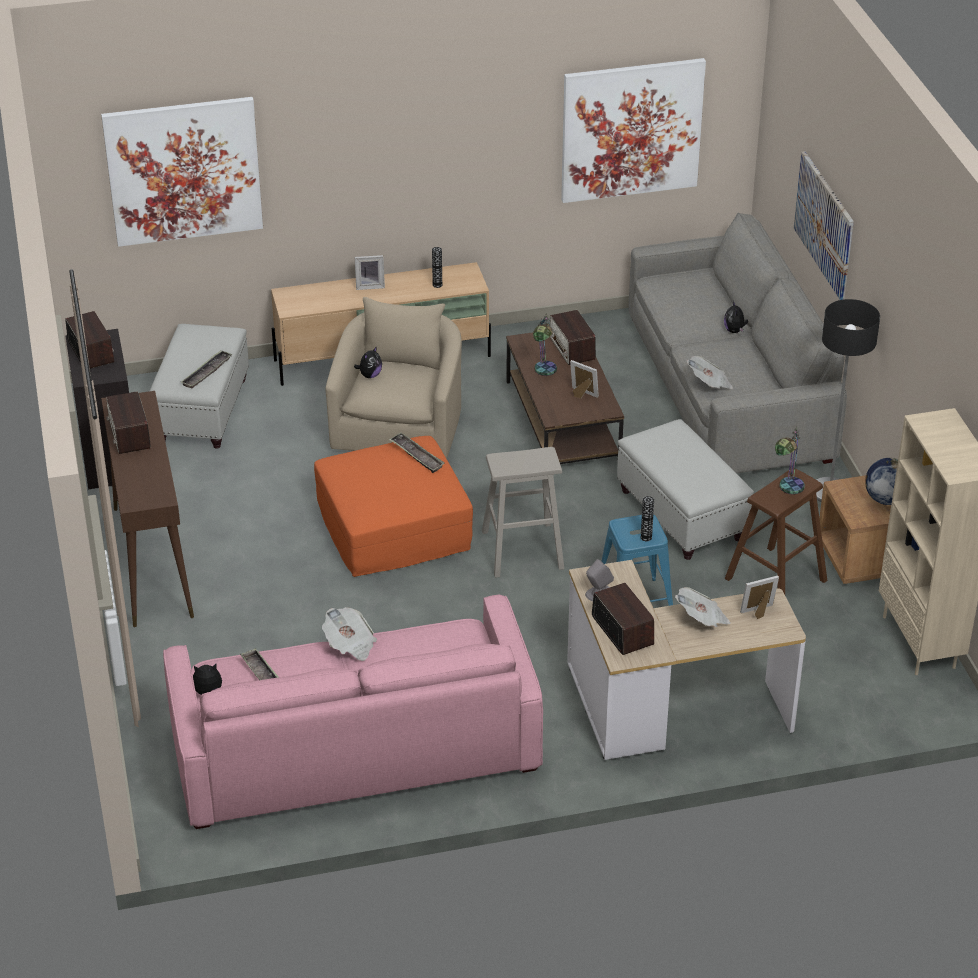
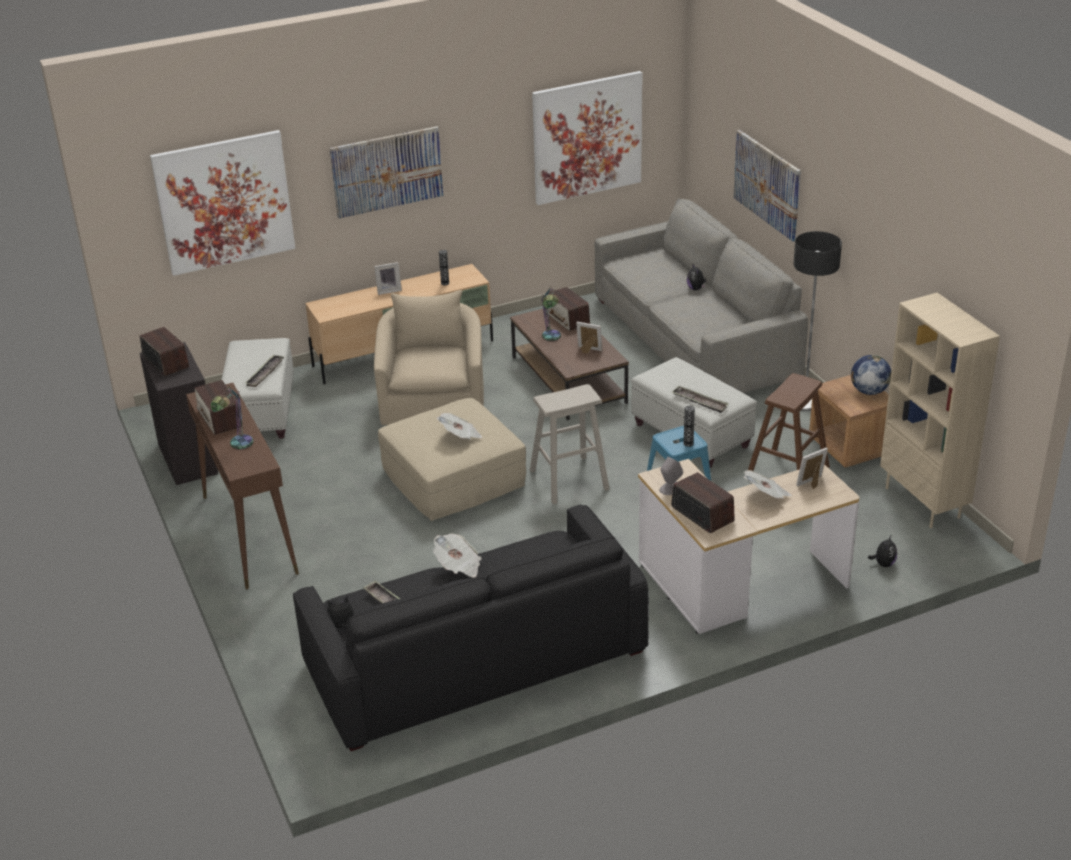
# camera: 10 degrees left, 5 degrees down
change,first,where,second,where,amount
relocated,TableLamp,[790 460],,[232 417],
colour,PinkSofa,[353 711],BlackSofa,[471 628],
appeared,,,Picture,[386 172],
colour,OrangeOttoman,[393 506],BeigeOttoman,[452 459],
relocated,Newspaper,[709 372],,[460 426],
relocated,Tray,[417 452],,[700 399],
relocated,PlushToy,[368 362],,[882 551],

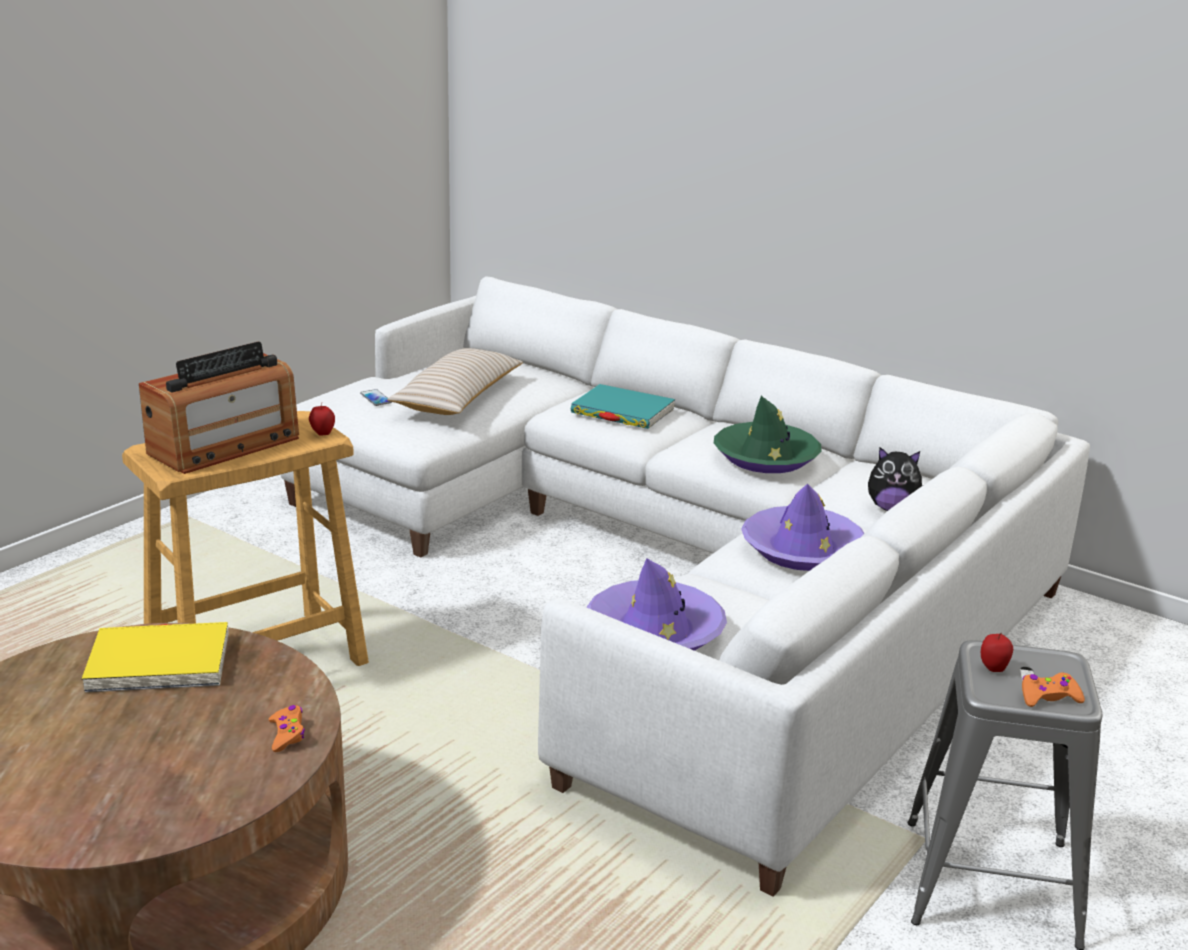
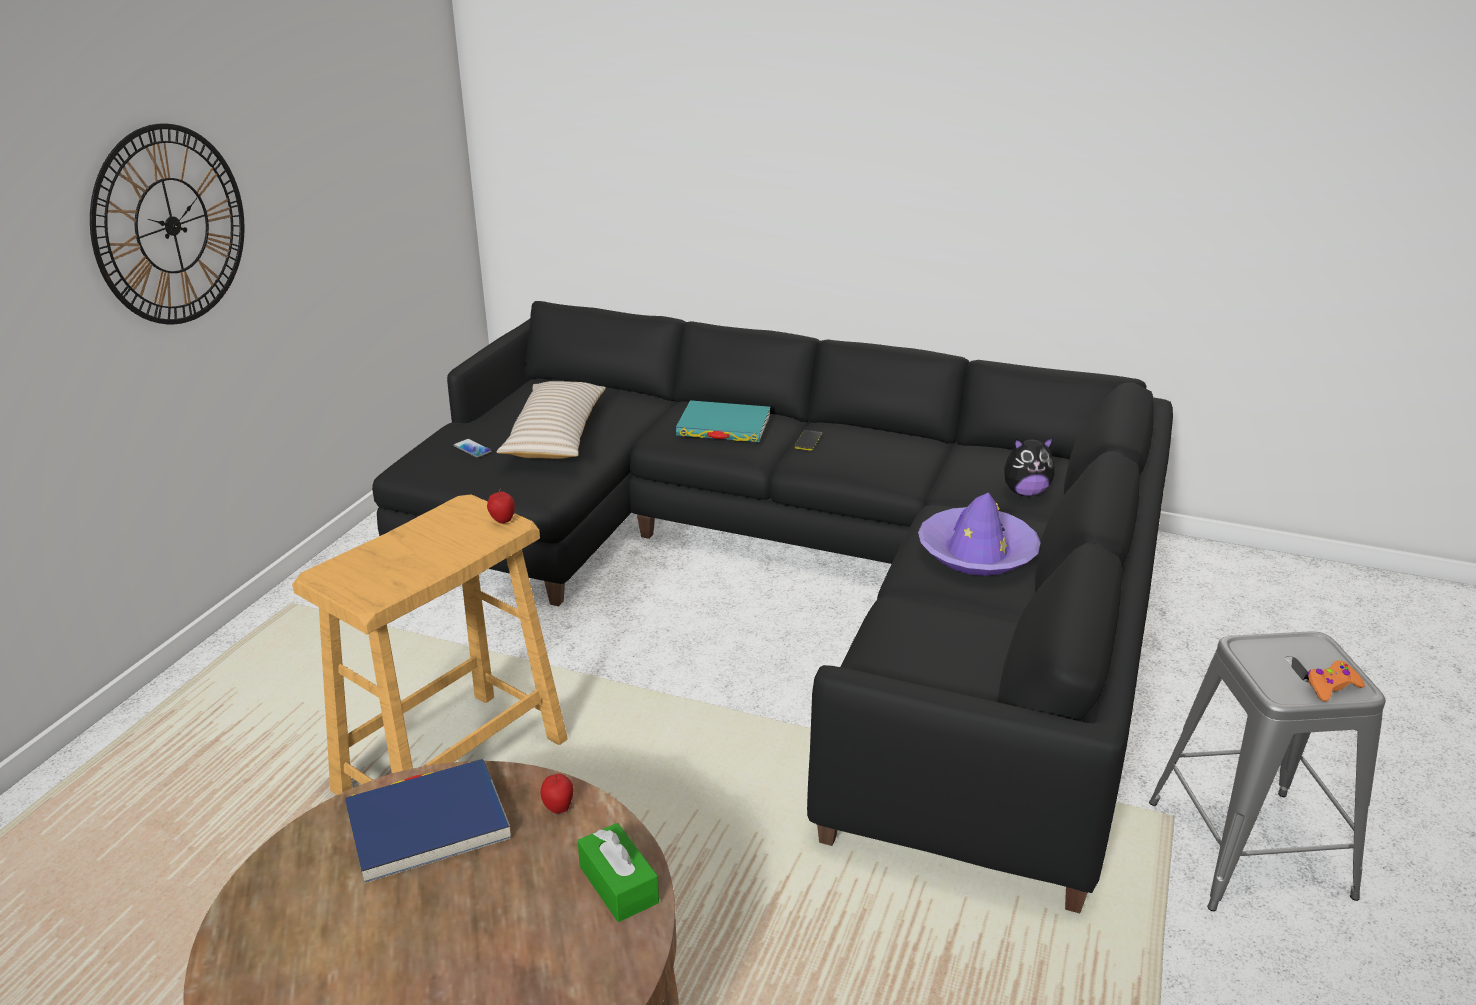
# camera: 15 degrees left, 5 degrees up
change,first,where,second,where,amount
appeared,,,WallClock,[167 223],
colour,YellowBook,[155 657],BlueBook,[428 821],
colour,WhiteSofa,[685 586],BlackSofa,[772 607],
relocated,Apple,[997 652],,[557 794],
exchanged,OrangeGameController,[287 728],GreenTissueBox,[618 872],
appeared,,,Phone,[808 440],
missing,Radio,[219 408],,,
missing,PurpleHat,[657 604],,,
missing,GreenHat,[768 434],,,

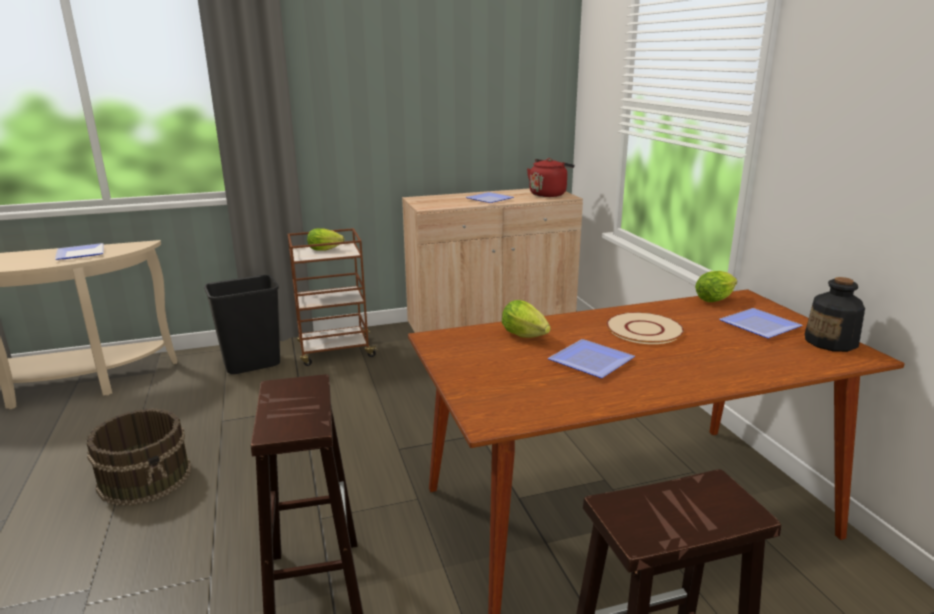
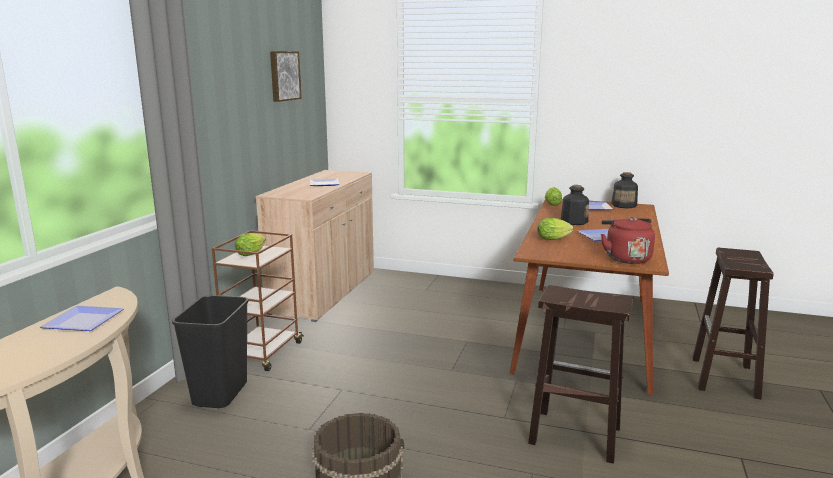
# camera: 55 degrees left, 5 degrees down
change,first,where,second,where,amount
appeared,,,Picture,[286 76],
exchanged,BeigePlate,[645 328],Bottle,[575 205],
relocated,RedKettle,[551 177],,[628 240],

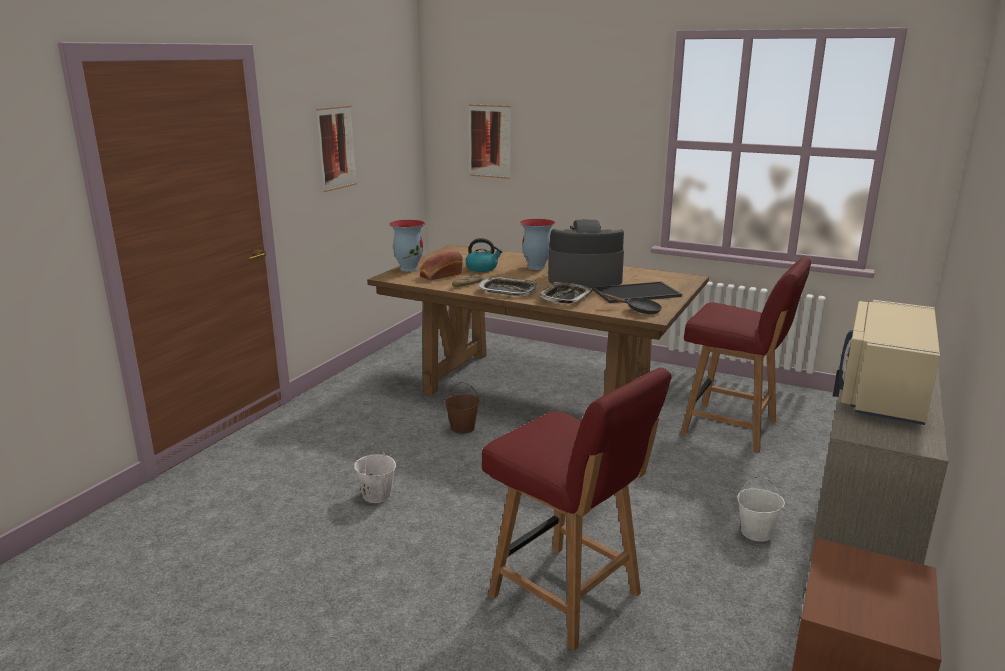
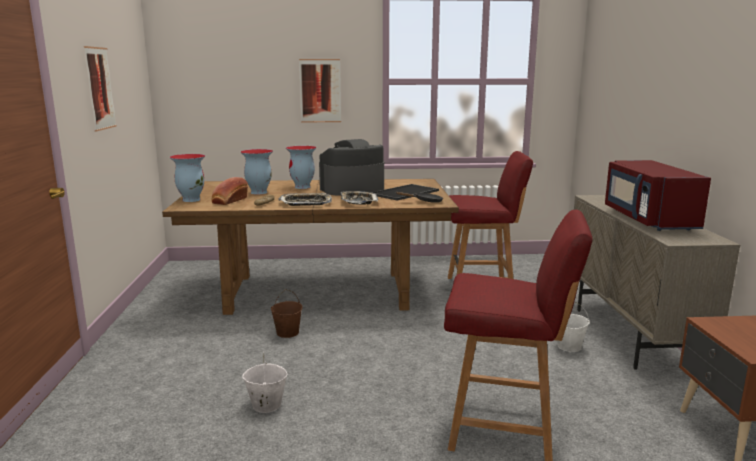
# camera: 30 degrees left, 5 degrees down
change,first,where,second,where,amount
exchanged,Kettle,[484 255],Vase,[257 172],
relocated,Picture,[490 141],,[320 90],
colour,BeigeMicrowave,[889 362],RedMicrowave,[658 195],

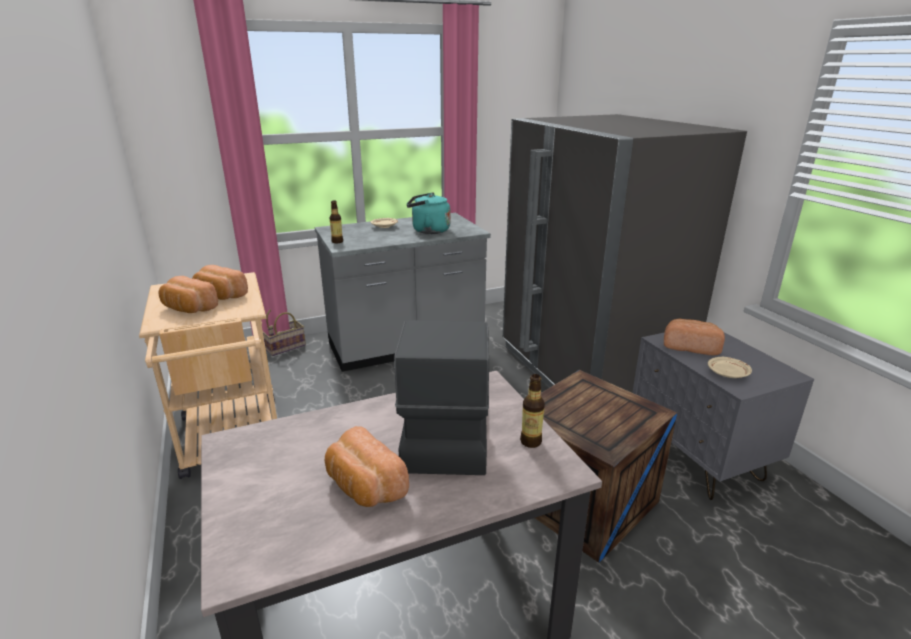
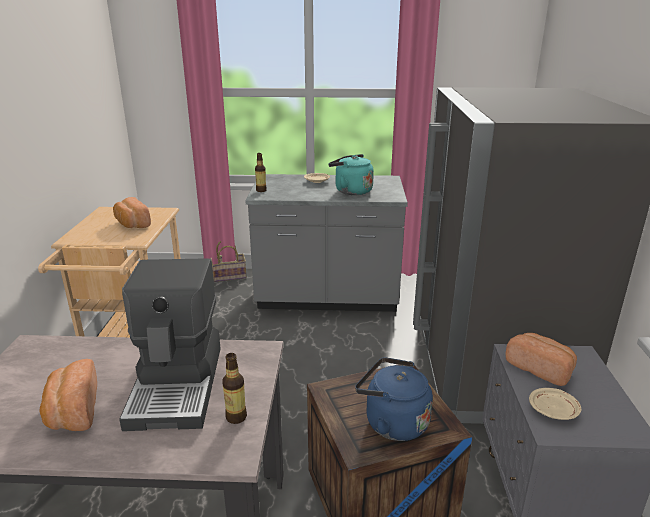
# camera: 25 degrees right, 0 degrees up
change,first,where,second,where,amount
spun,CoffeeMachine,[441 397],,[170 344],150 degrees clockwise
appeared,,,BlueKettle,[394 399],
missing,Bread,[188 294],,,

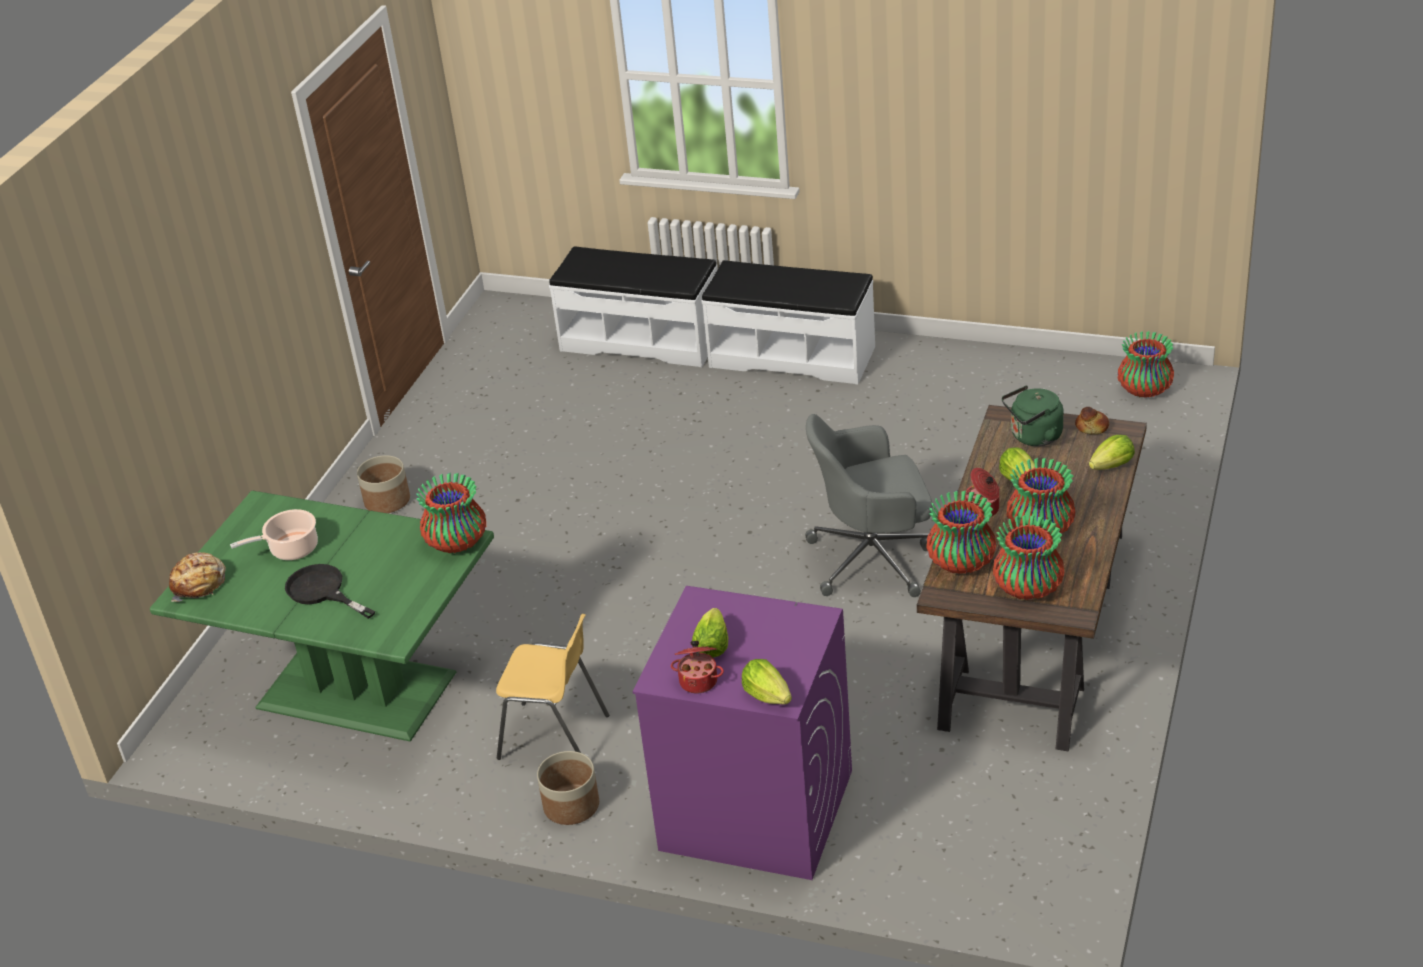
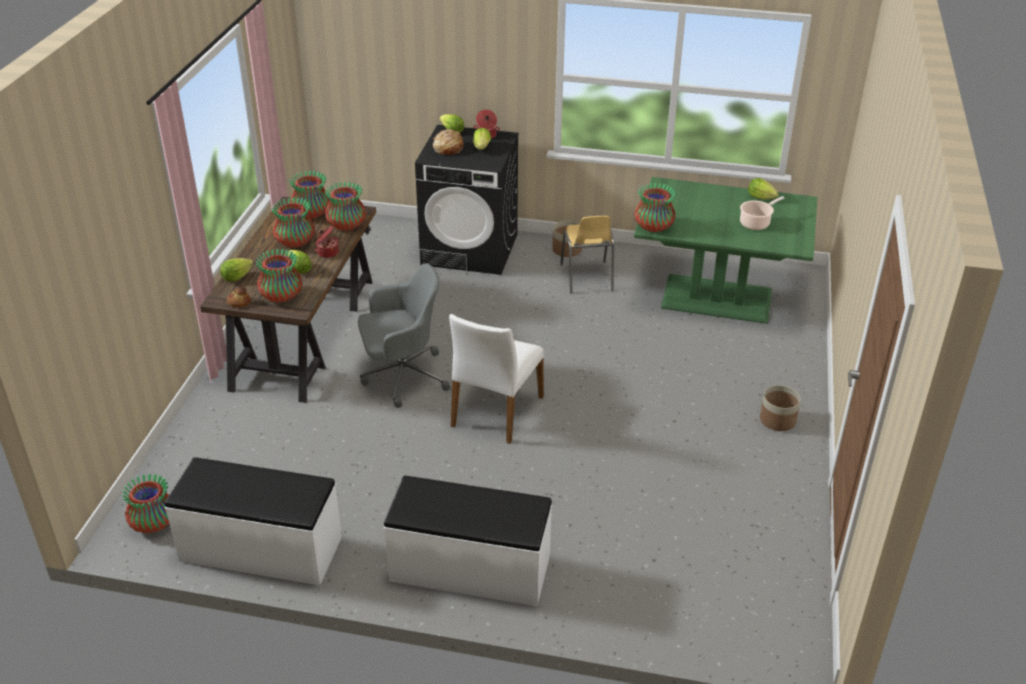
# camera: 170 degrees right, 0 degrees up
change,first,where,second,where,amount
relocated,WhiteBench,[633 306],,[253 521],
exchanged,GreenKettle,[1033 415],Vase,[279 276],
colour,PurpleWashingMachine,[742 733],BlackWashingMachine,[467 200],
relocated,Bread,[197 577],,[448 142],
appeared,,,WhiteChair,[496 379],
spun,YellowChair,[552 687],,[587 254],105 degrees counterclockwise
appeared,,,Lettuce,[763 188],
missing,BlackFryingPan,[330 591],,,

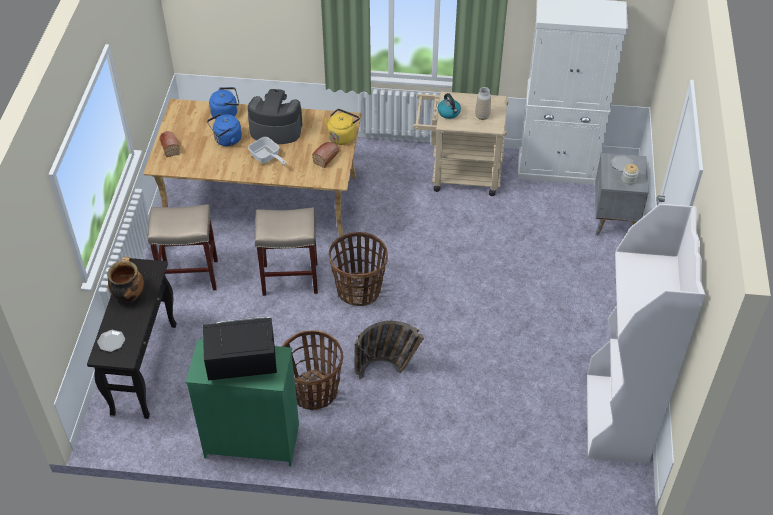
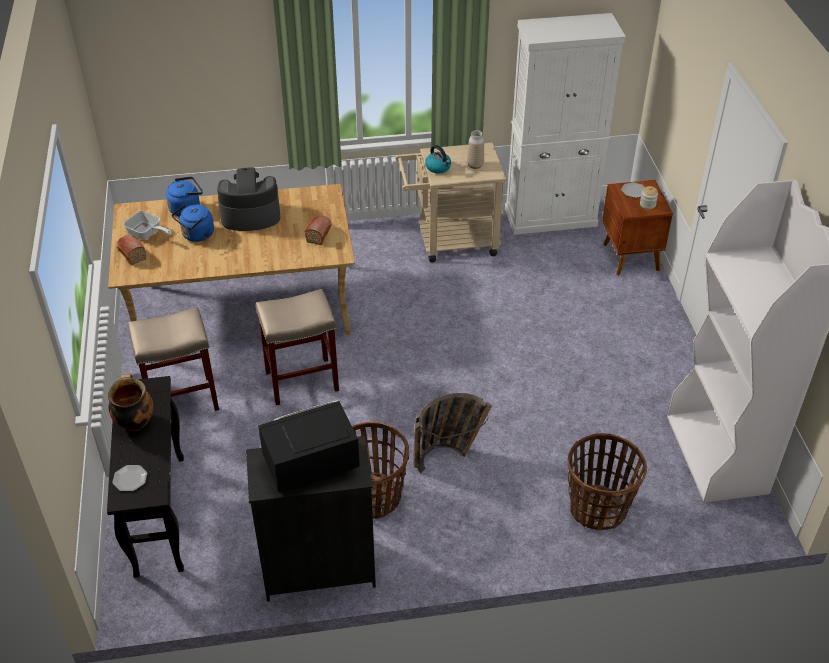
# camera: 15 degrees left, 5 degrees down
change,first,where,second,where,amount
relocated,FryingPan,[267 151],,[147 225],
colour,GreenDresser,[242 402],BlackDresser,[311 519],
relocated,Basket,[358 269],,[607 481],
colour,GreyNightstand,[622 194],BrownNightstand,[637 227],
missing,YellowKettle,[342 127],,,

